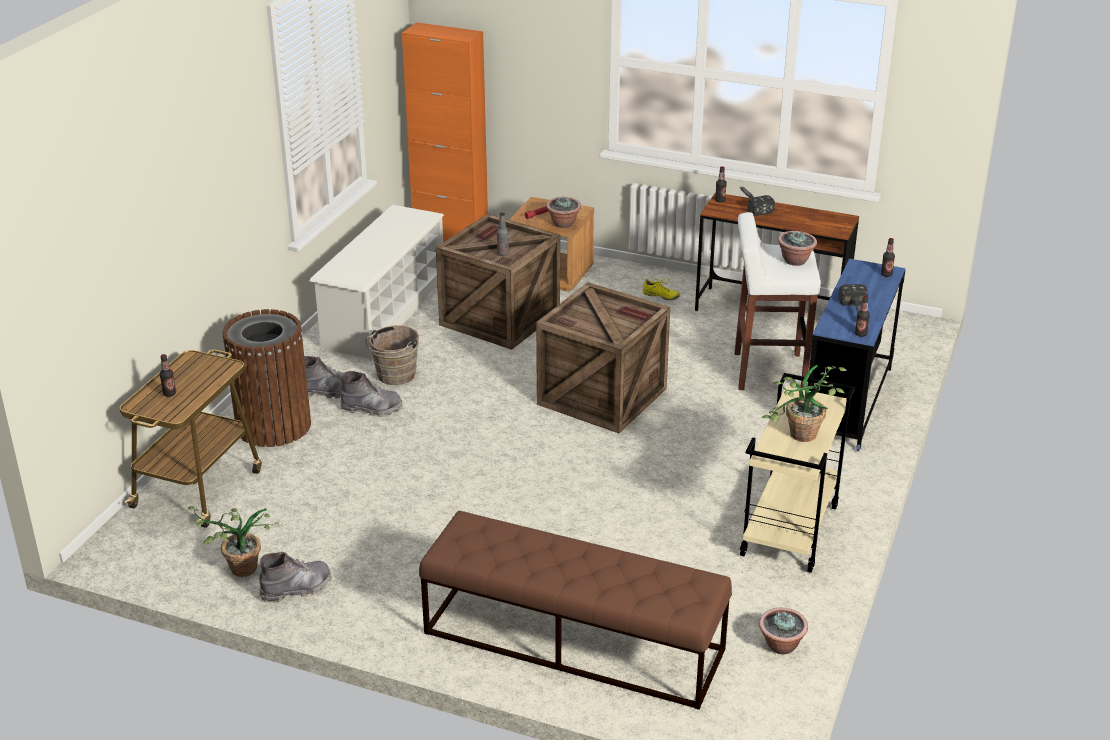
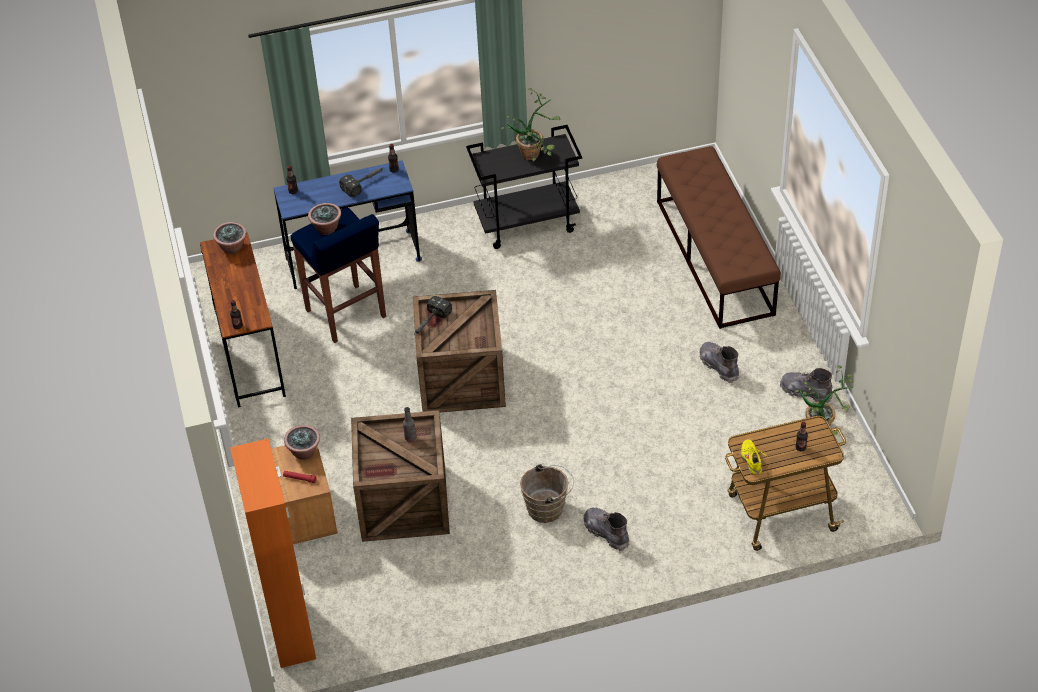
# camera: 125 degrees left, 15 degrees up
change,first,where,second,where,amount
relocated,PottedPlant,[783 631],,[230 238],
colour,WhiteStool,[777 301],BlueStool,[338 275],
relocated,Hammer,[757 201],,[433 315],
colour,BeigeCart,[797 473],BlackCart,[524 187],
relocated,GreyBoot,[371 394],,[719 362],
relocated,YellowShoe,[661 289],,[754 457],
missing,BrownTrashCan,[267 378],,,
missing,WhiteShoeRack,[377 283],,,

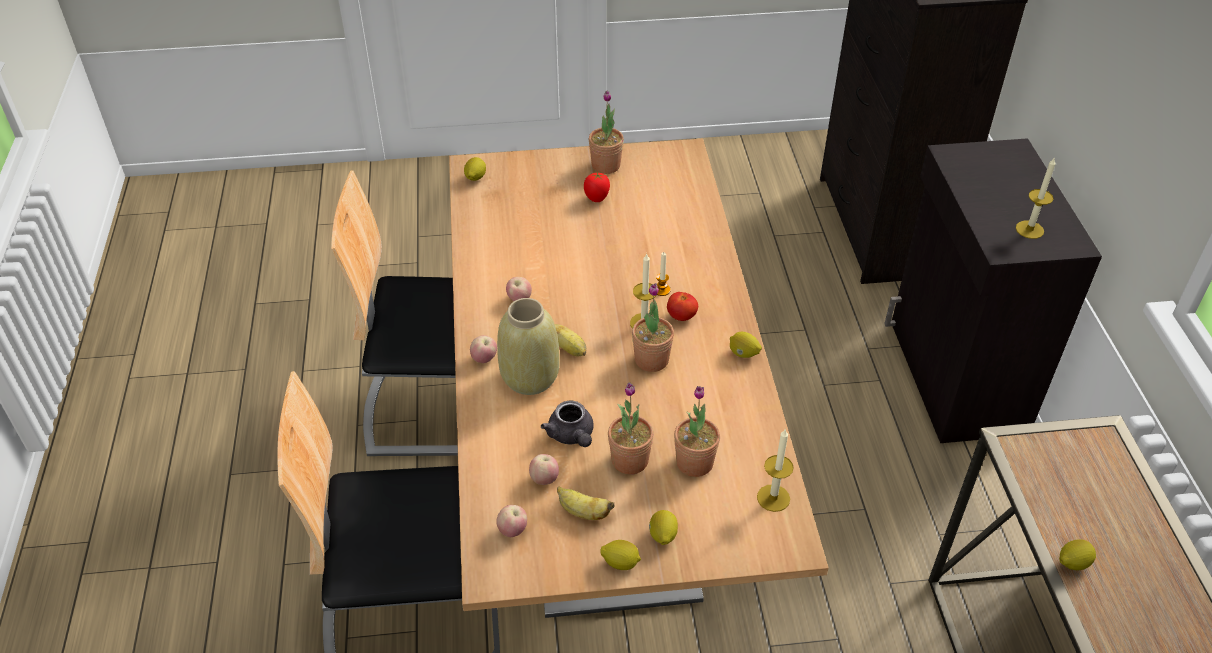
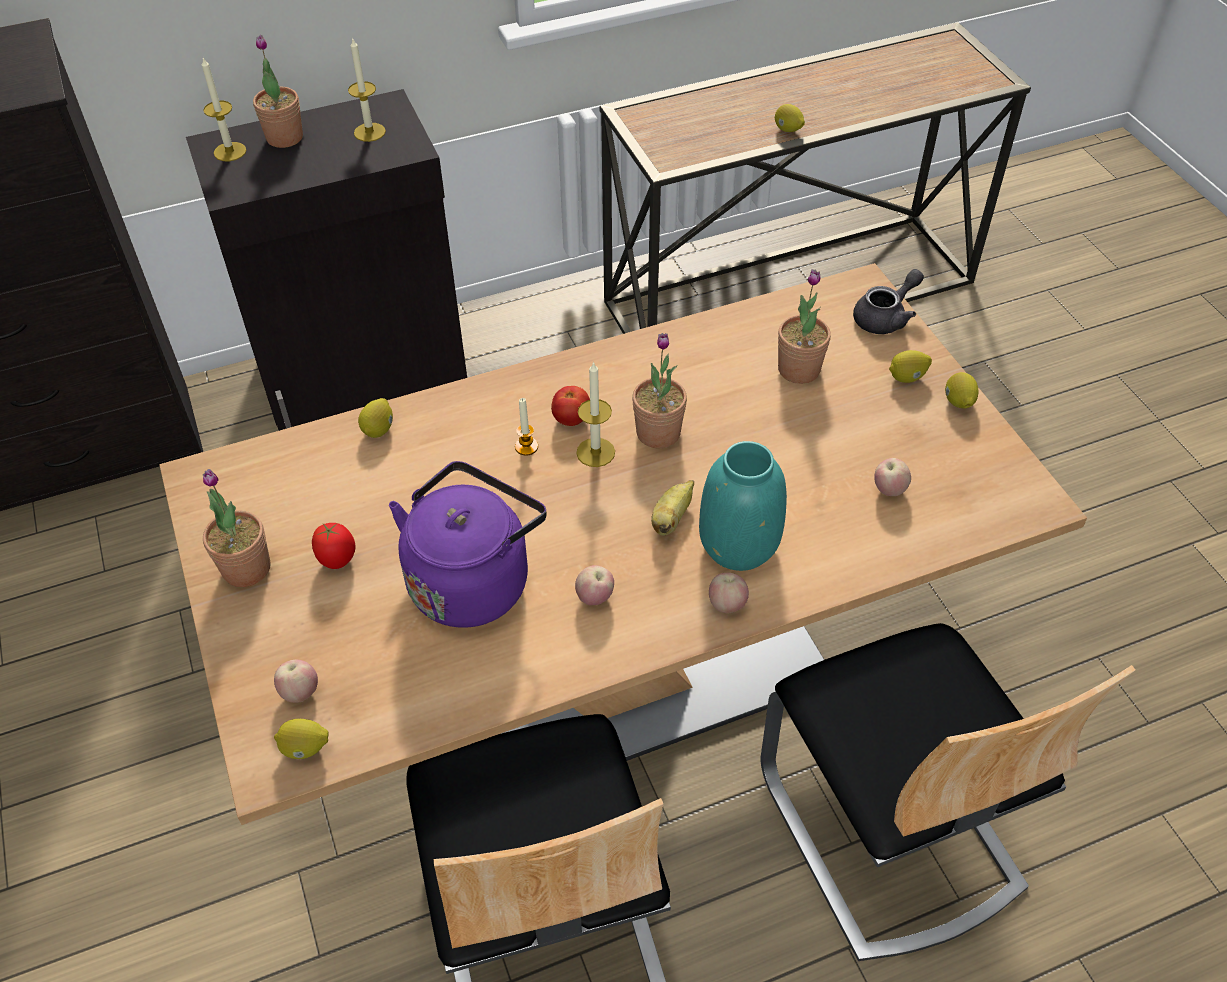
# camera: 105 degrees left, 5 degrees up
change,first,where,second,where,amount
relocated,Candle,[775 470],,[224 109],
relocated,PottedPlant,[631 428],,[278 91],
relocated,Apple,[511 521],,[296 681],
relocated,Lemon,[746 345],,[375 418],
appeared,,,PurpleKettle,[468 544],
colour,BeigeVase,[528 346],TurquoiseVase,[743 506],
relocated,GreyTeapot,[567 423],,[888 301],
missing,Banana,[585 503],,,

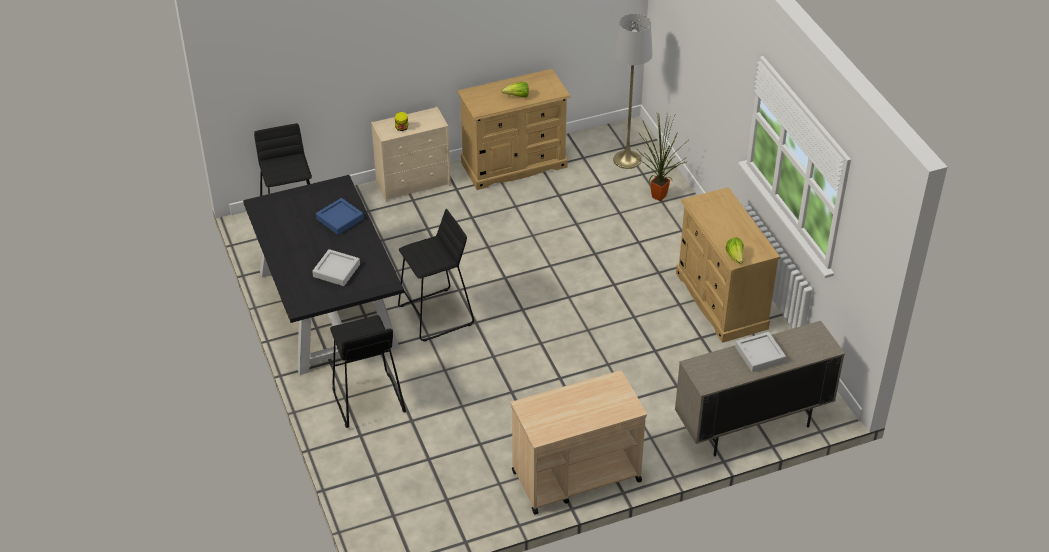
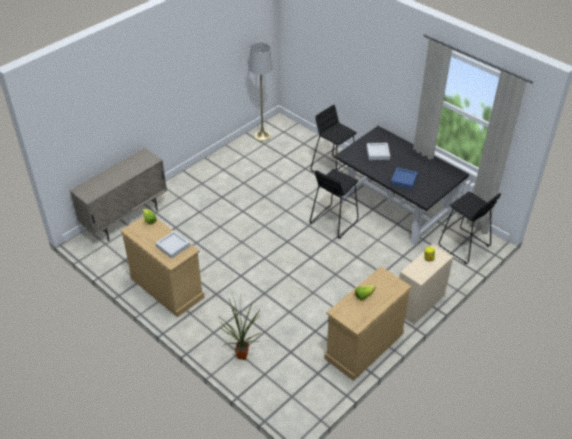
# camera: 155 degrees right, 0 degrees up
change,first,where,second,where,amount
relocated,GreyTray,[760 352],,[173 245],
relocated,GreyFloorLamp,[632 91],,[261 92],
missing,BeigeCart,[579 442],,,

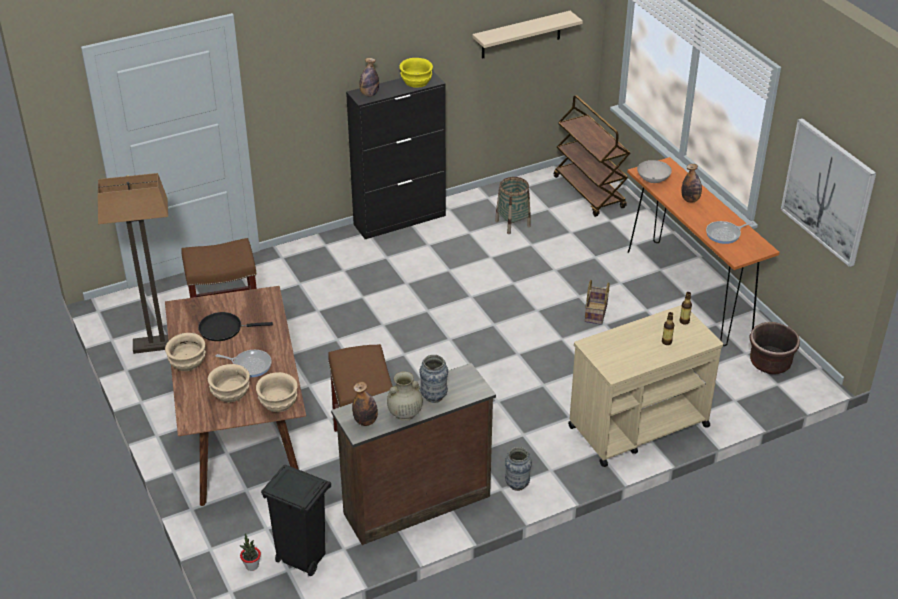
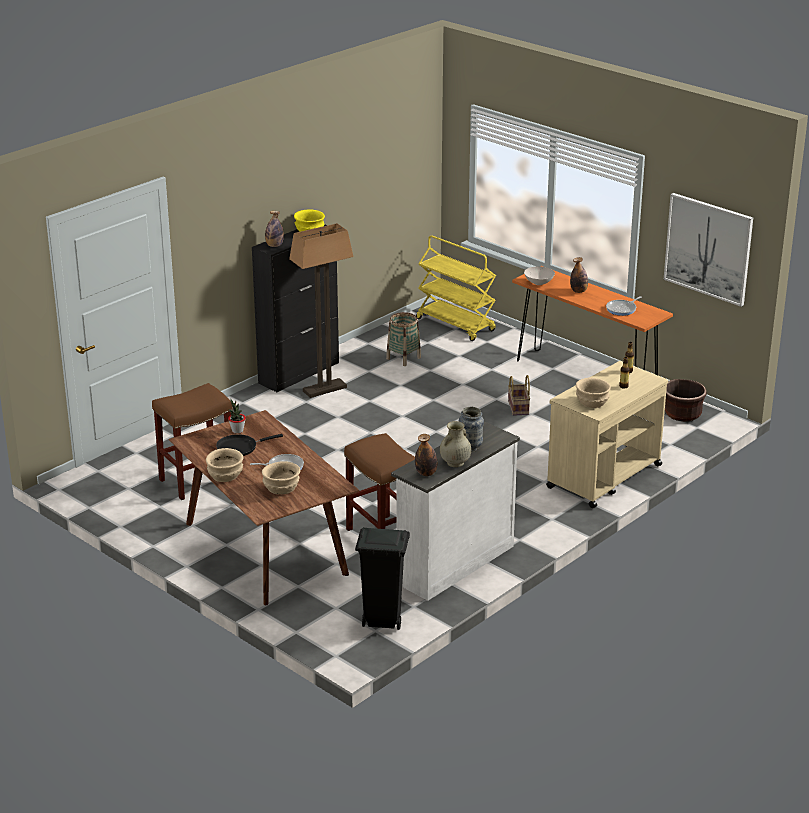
# camera: 20 degrees left, 10 degrees down
change,first,where,second,where,amount
relocated,PottedPlant,[250 552],,[237 416],
relocated,FloorLamp,[133 263],,[321 310],
colour,BrownDresser,[413 454],WhiteDresser,[455 511],
colour,BrownCart,[592 156],YellowCart,[456 288],
relocated,BeigeBowl,[277 392],,[593 393],
missing,BeigeShelf,[527 35],,,
missing,Vase,[518 469],,,

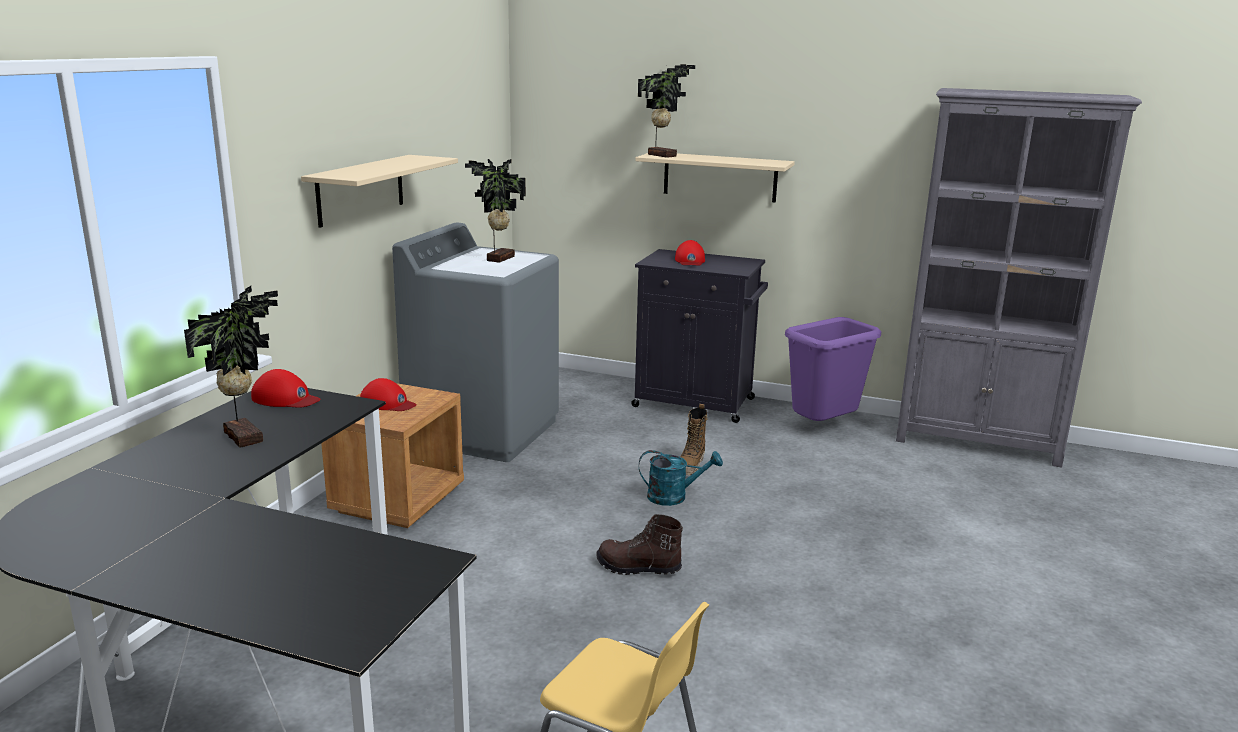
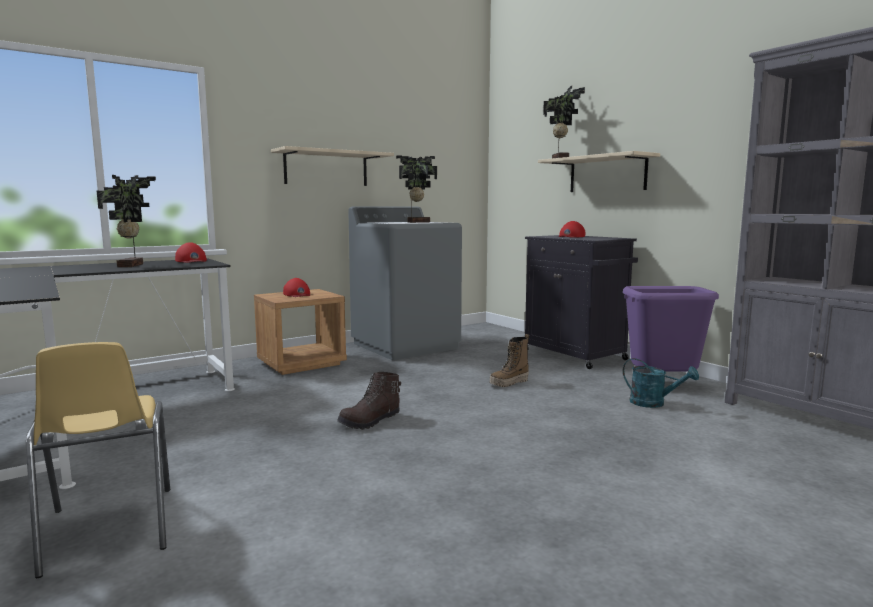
# camera: 35 degrees right, 10 degrees down
change,first,where,second,where,amount
spun,BrownBoot,[639 544],,[369 401],90 degrees counterclockwise
relocated,TurquoiseWateringCan,[681 478],,[661 383],

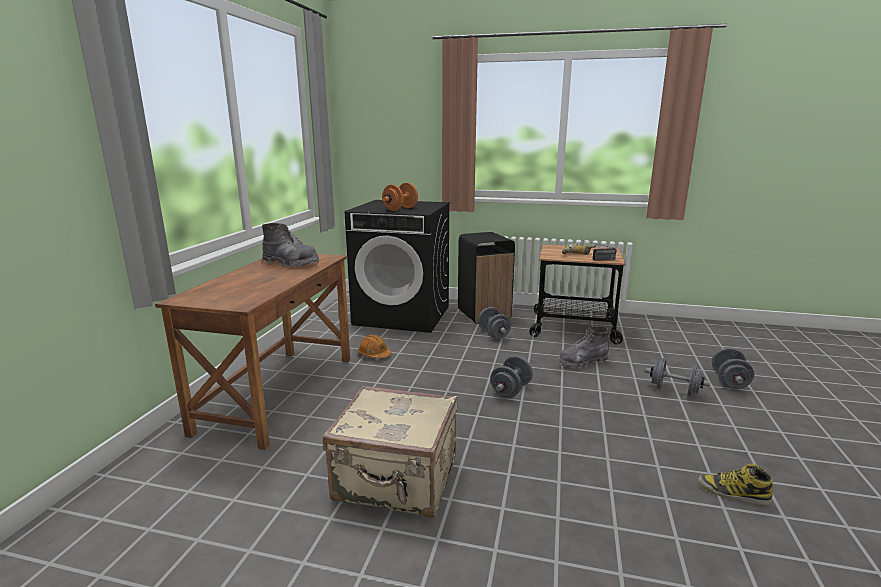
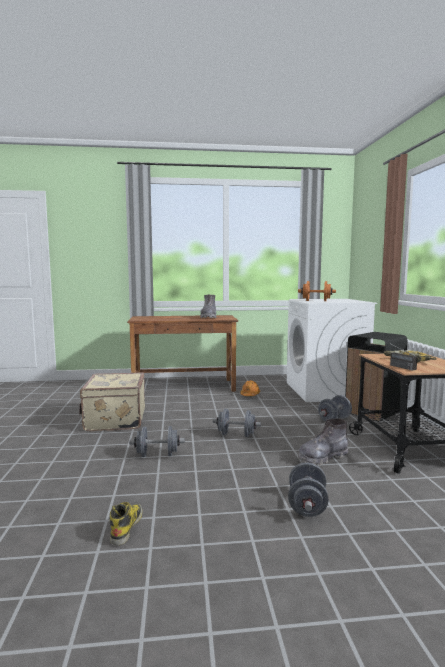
# camera: 70 degrees right, 10 degrees down
change,first,where,second,where,amount
relocated,GreyDumbbell,[733 368],,[157 441],
colour,BlackWashingMachine,[397 266],WhiteWashingMachine,[332 350],
spun,GreyBoot,[584 347],,[323 441],75 degrees counterclockwise

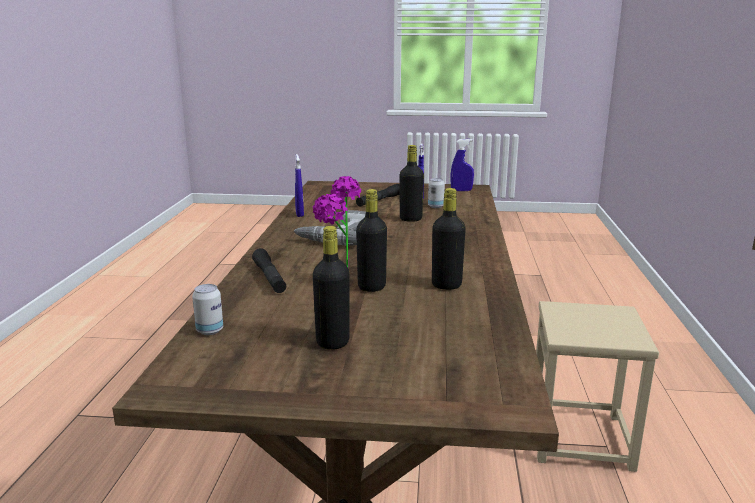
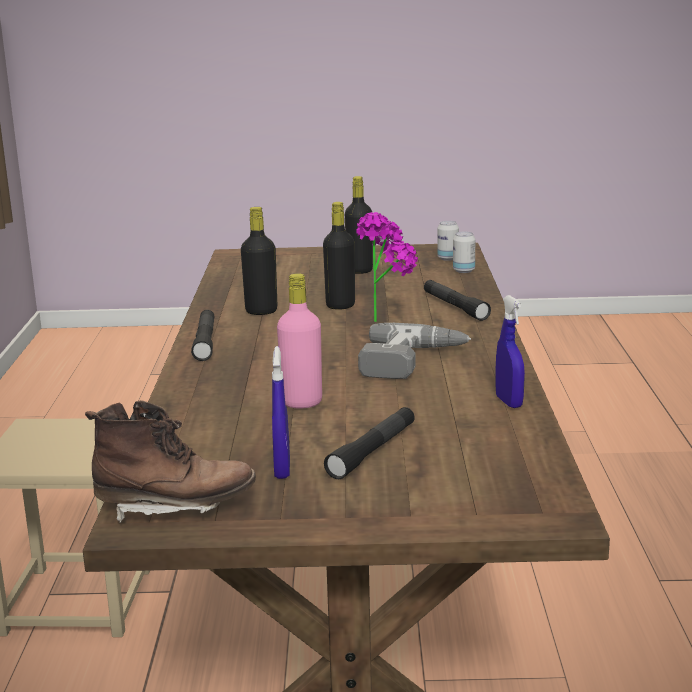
# camera: 175 degrees right, 0 degrees up
change,first,where,second,where,amount
exchanged,BlueSprayBottle,[462 165],BrownBoot,[170 462],
appeared,,,BlackFlashlight,[203 335],
colour,BlackBottle,[412 183],PinkBottle,[299 341],
relocated,Can,[436 193],,[448 241],

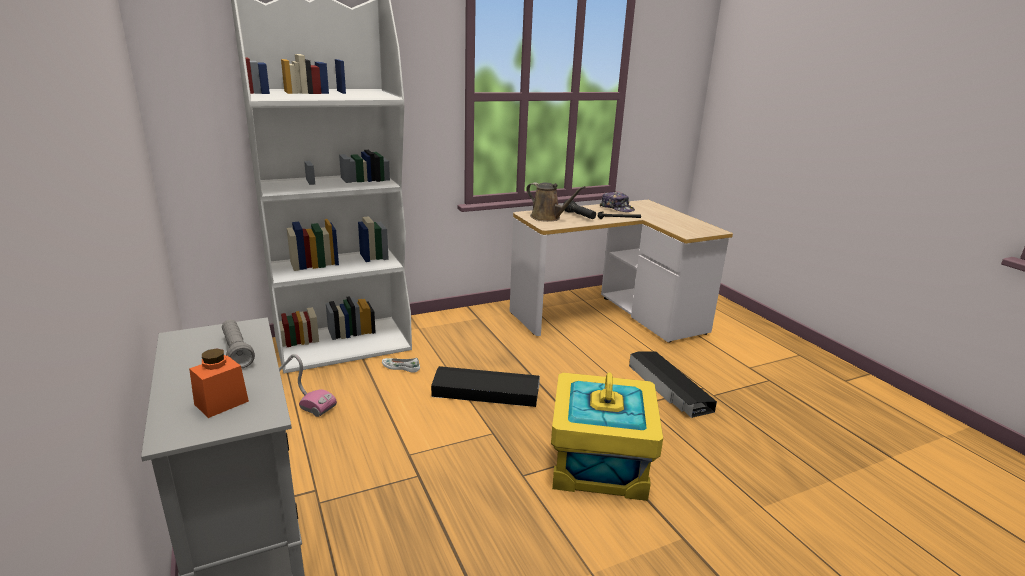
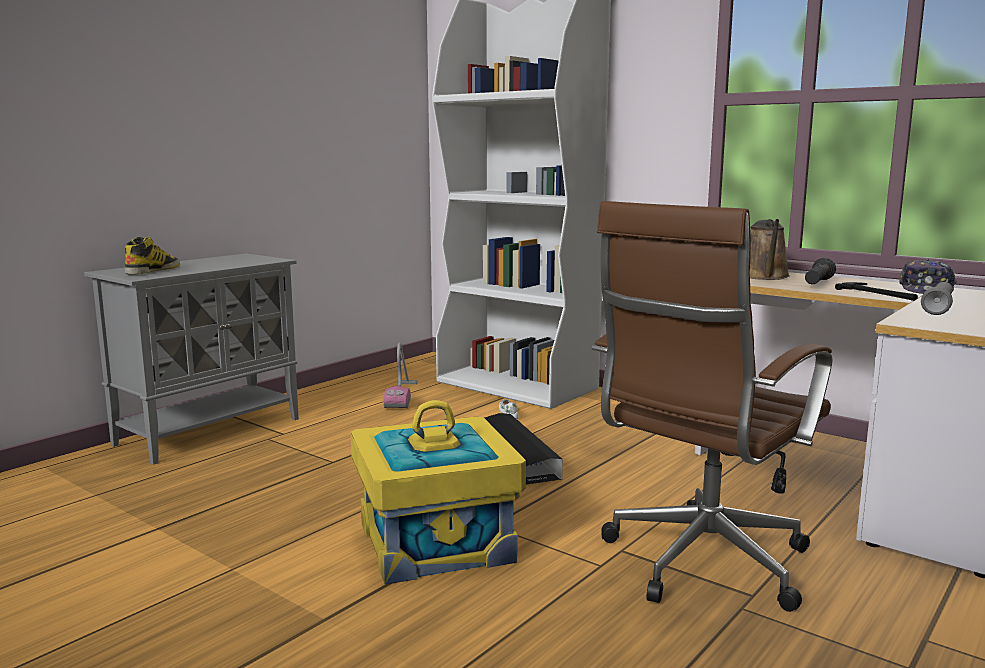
# camera: 65 degrees right, 10 degrees down
change,first,where,second,where,amount
exchanged,OrangeJar,[219 383],Boot,[152 256],
exchanged,BlackStorageBox,[673 384],BrownOfficeChair,[712 406],
relocated,GreyFlashlight,[238 344],,[937 298],

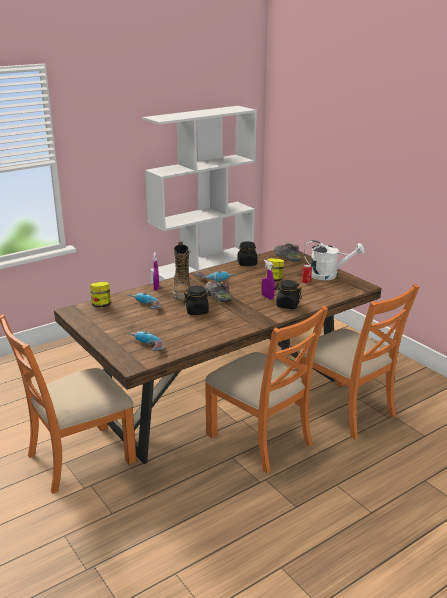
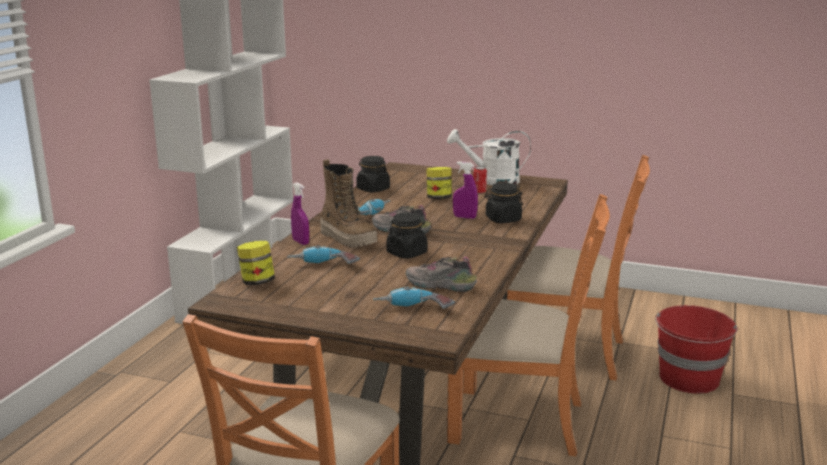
# camera: 35 degrees left, 5 degrees down
change,first,where,second,where,amount
relocated,Shoe,[288 253],,[441 274],
spun,WhiteWateringCan,[334 260],,[489 157],150 degrees counterclockwise
appeared,,,RedBucket,[696 349],

